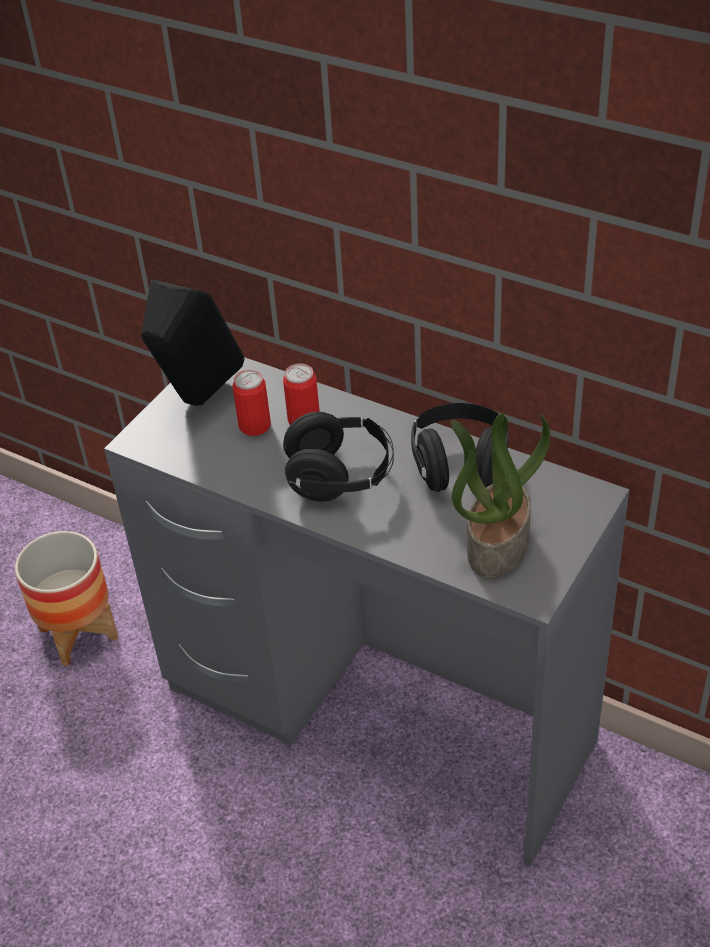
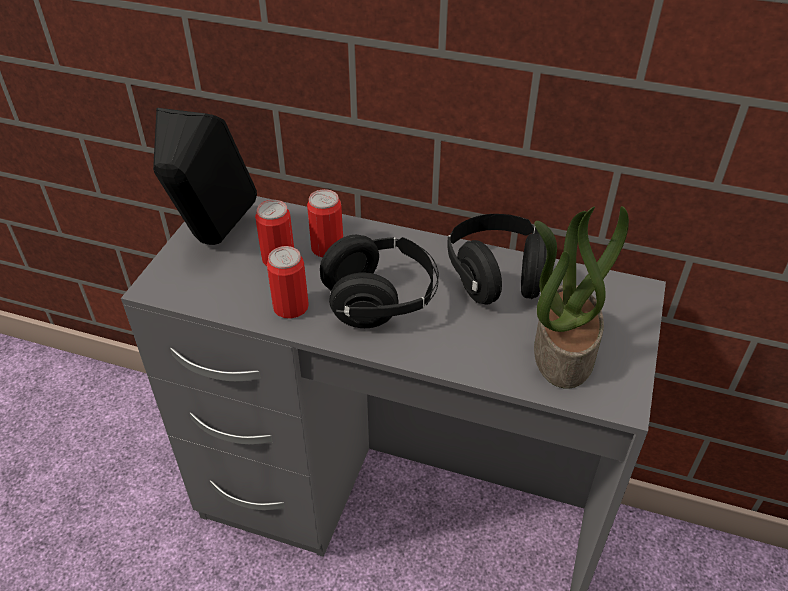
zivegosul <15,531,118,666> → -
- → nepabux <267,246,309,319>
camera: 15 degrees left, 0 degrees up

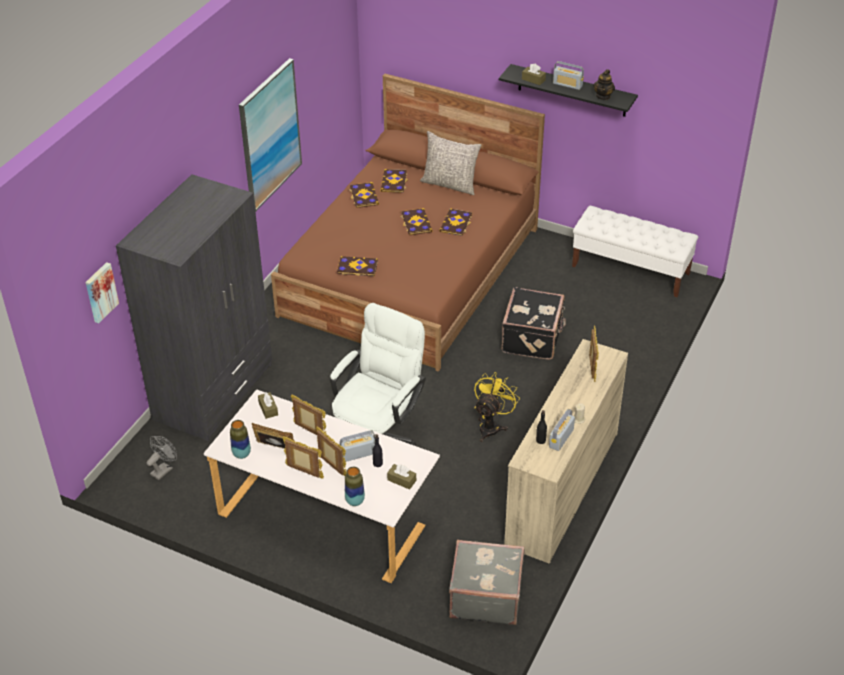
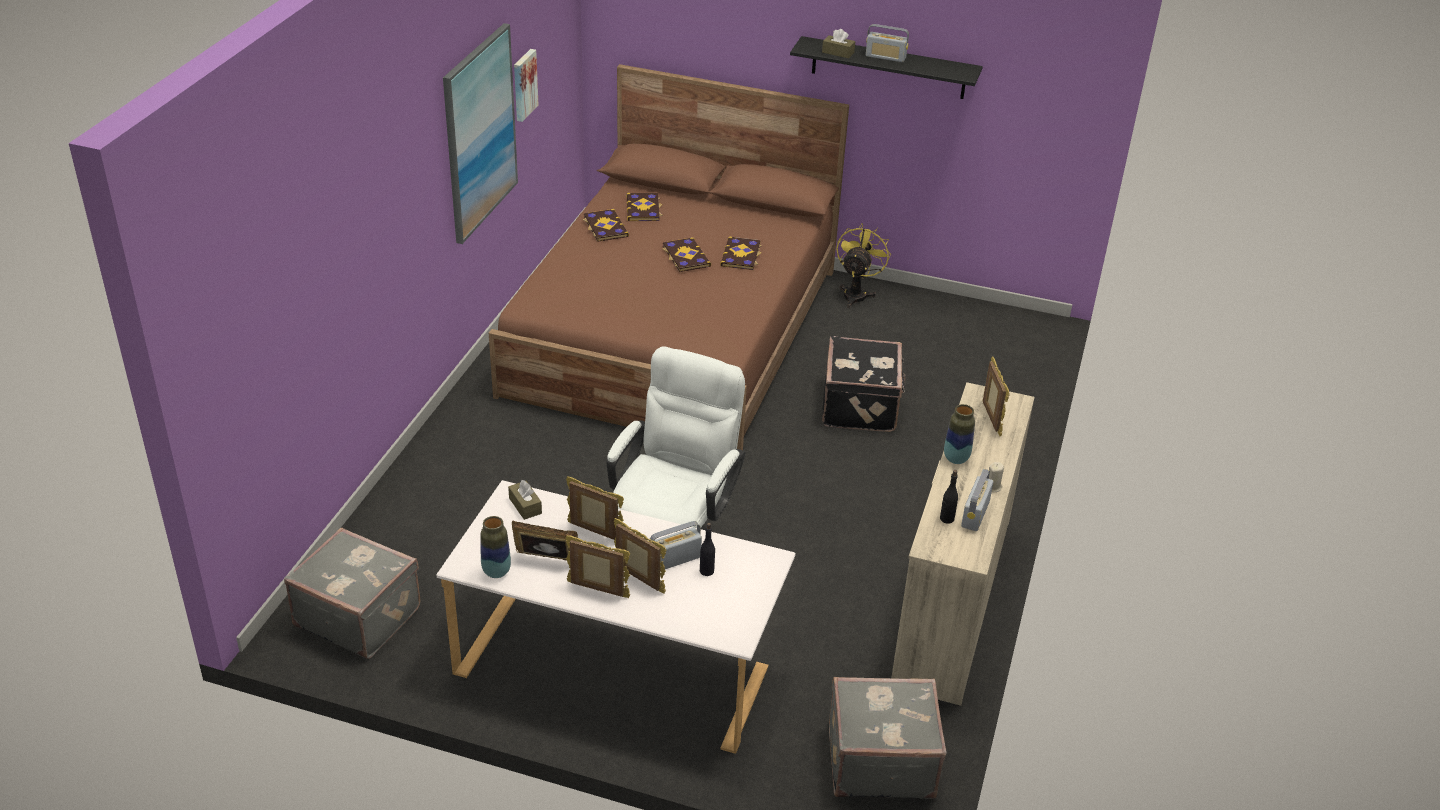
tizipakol <593,69,615,100> → -
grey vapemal <420,131,481,195> → -
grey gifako <116,174,272,441> → -
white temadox <572,206,698,297> → -
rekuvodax <337,256,378,276> → -
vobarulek <86,262,119,323> → vobarulek <514,49,538,122>, moved
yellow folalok <474,372,520,442> → yellow folalok <836,223,891,308>, moved
grey folalok <147,436,177,480> → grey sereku <284,528,420,659>
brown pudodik <387,464,416,490> → -
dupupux <345,467,365,506> → dupupux <944,404,975,464>, moved
camera: 10 degrees left, 5 degrees down

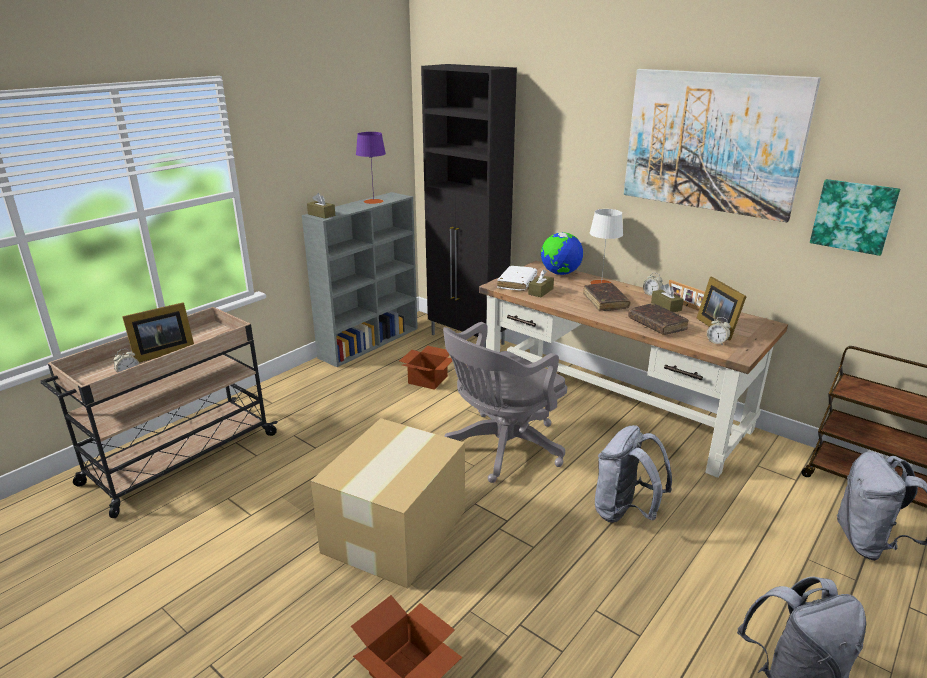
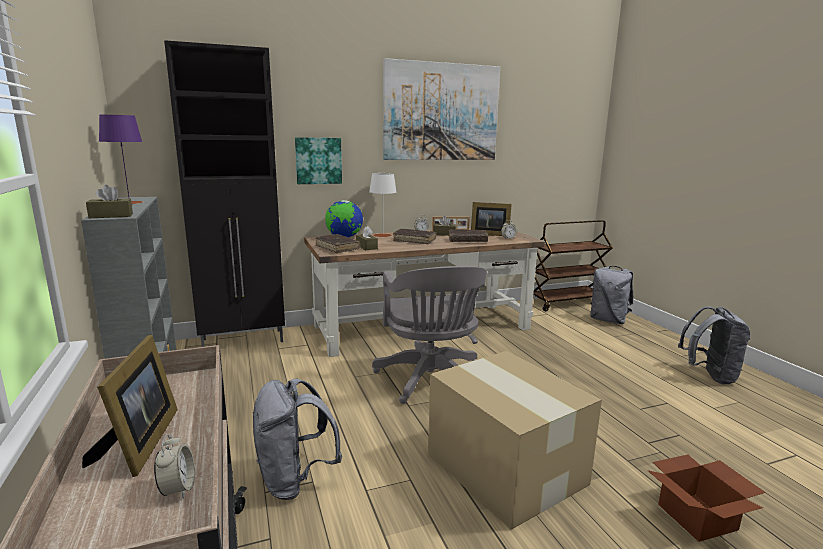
vobarulek <810,179,900,256> → vobarulek <295,137,342,184>, moved
white rekuvodax <497,266,537,291> → brown rekuvodax <316,234,360,253>
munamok <399,346,452,390> → -
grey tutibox <595,425,672,523> → grey tutibox <253,379,342,500>, moved
camera: 60 degrees left, 10 degrees down

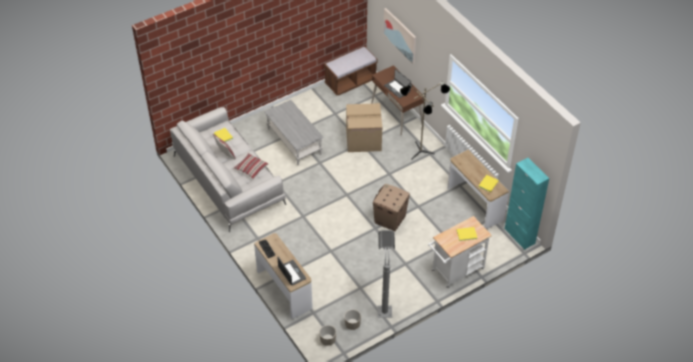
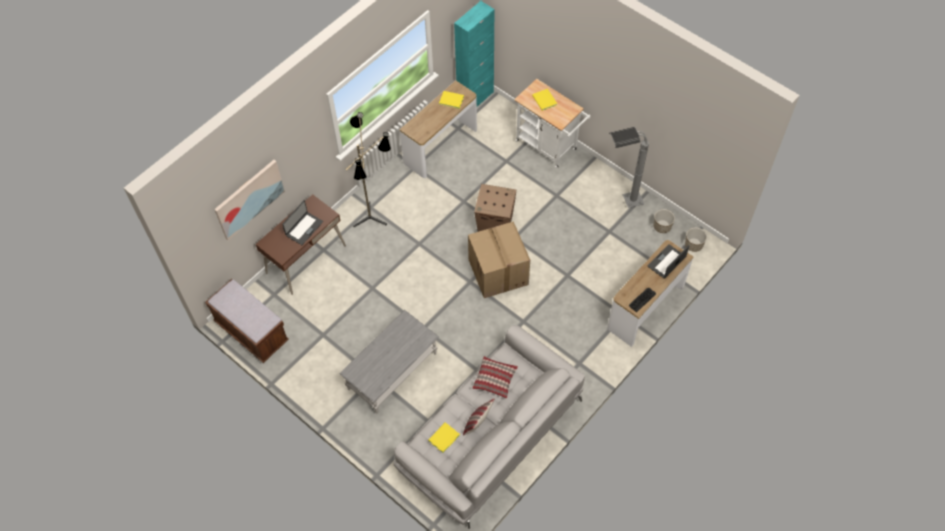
munamok <346,103,382,152> → munamok <468,221,530,298>, moved
camera: 105 degrees left, 10 degrees up

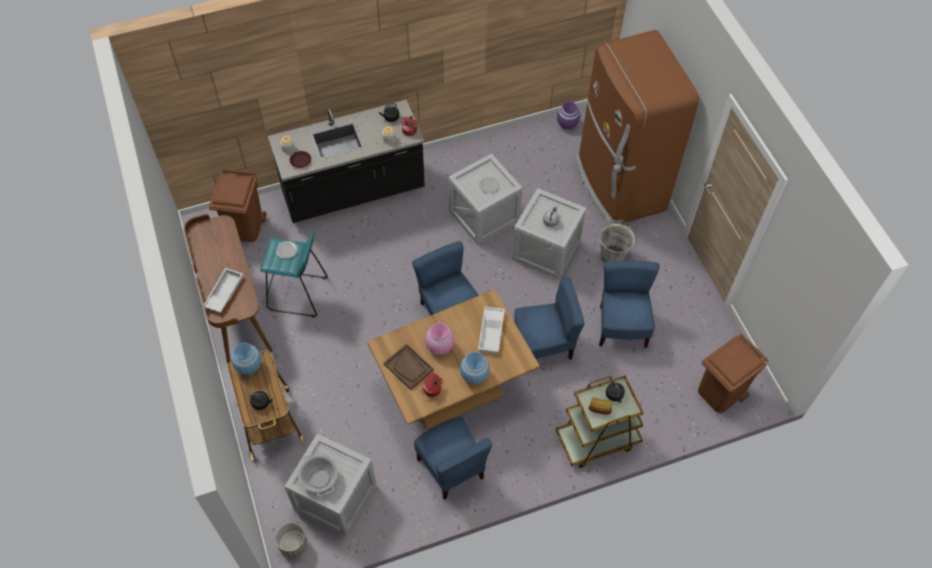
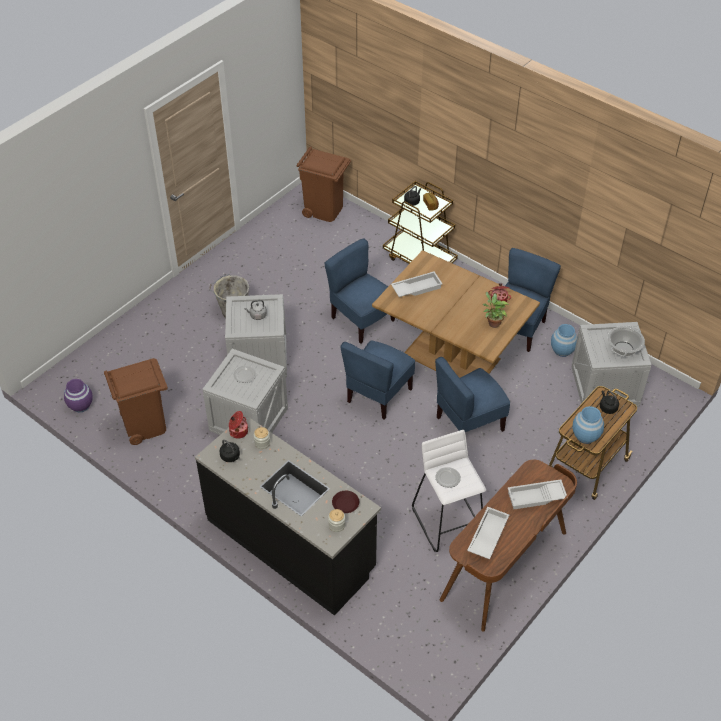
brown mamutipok <576,30,699,225> → -
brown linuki <209,168,266,242> → brown linuki <104,358,168,445>, moved
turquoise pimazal <260,230,328,318> → white pimazal <412,430,486,552>
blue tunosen <599,261,659,347> → blue tunosen <435,357,510,432>, moved
pink dupupux <425,323,454,355> → -
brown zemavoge <384,343,434,390> → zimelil <483,292,509,328>
blue dupupux <460,352,490,384> → blue dupupux <551,324,577,357>, moved
grey zivegosul <276,523,307,558> → -
- → white zemavoge <467,507,509,559>
camera: 120 degrees left, 10 degrees down

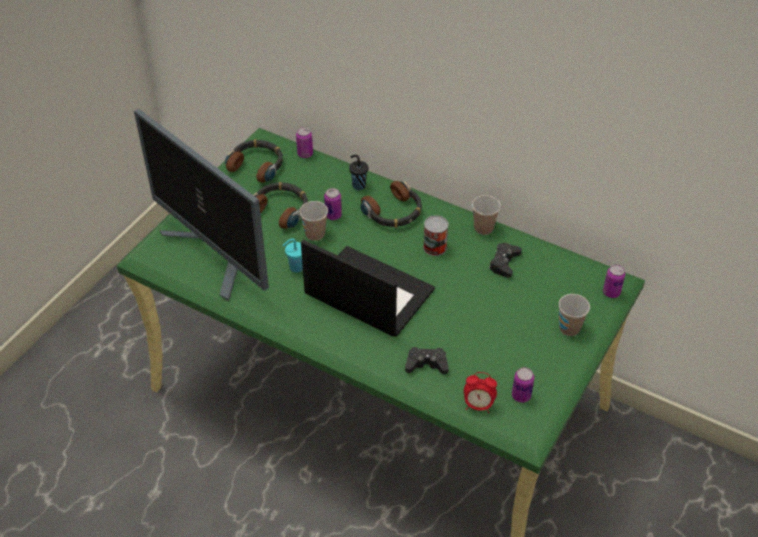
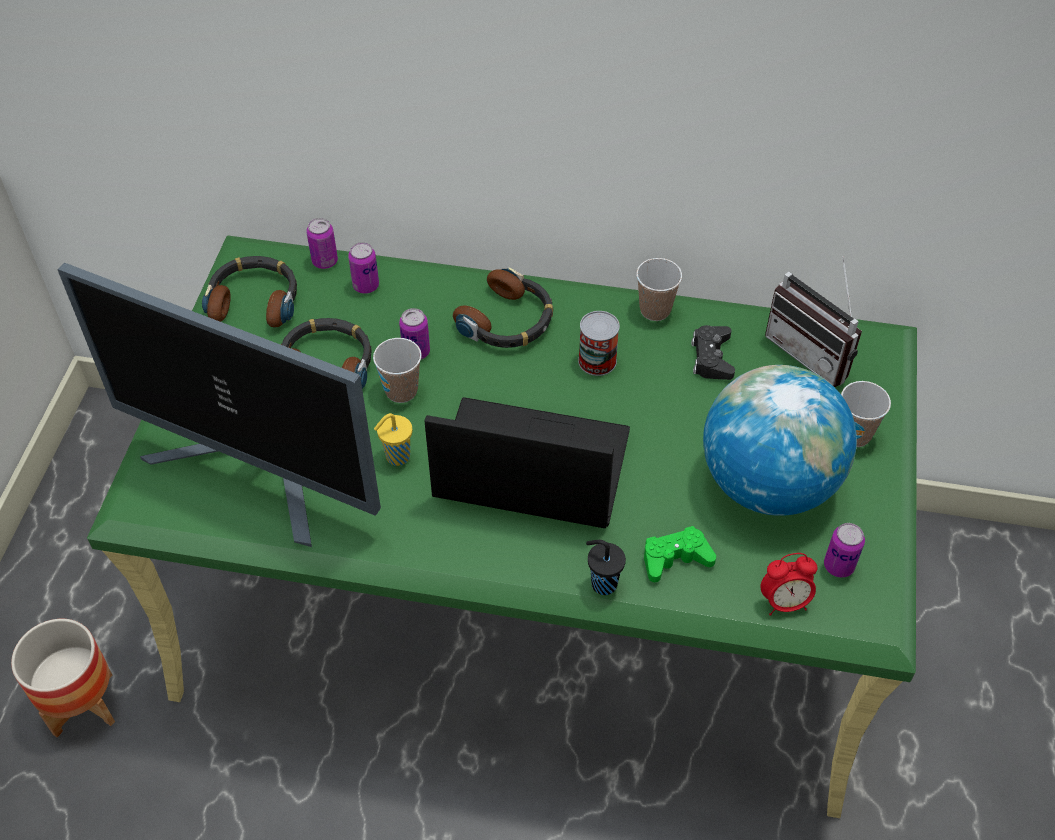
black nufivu <349,154,368,190> → black nufivu <586,540,626,595>, moved
turquoise nufivu <282,238,303,273> → yellow nufivu <374,413,412,466>
nepabux <603,264,625,298> → nepabux <348,242,379,294>, moved
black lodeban <405,347,449,374> → green lodeban <644,526,716,582>
- → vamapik <765,256,862,387>
- → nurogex <703,365,857,516>
- → zivegosul <11,619,115,737>
camera: 20 degrees left, 5 degrees up

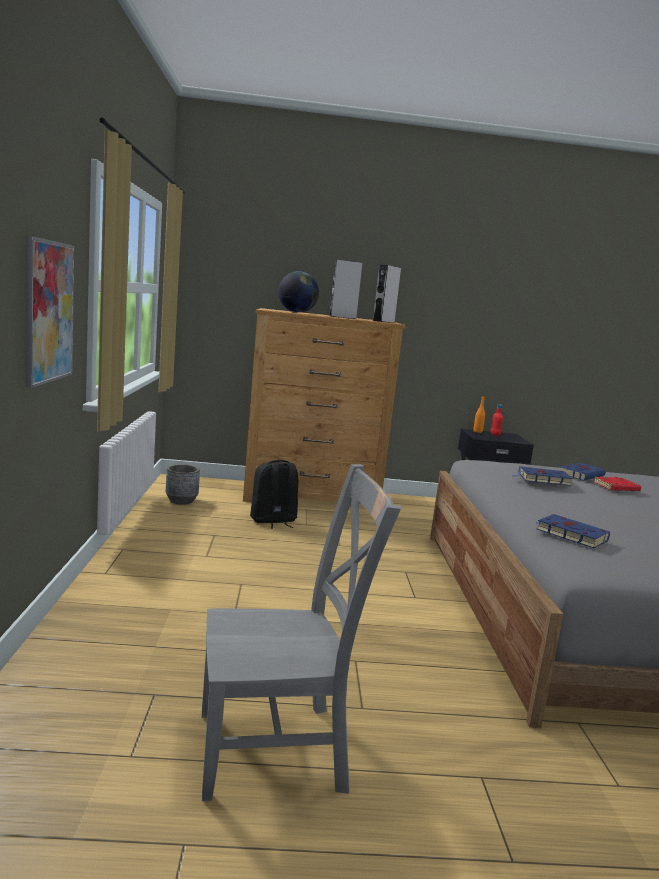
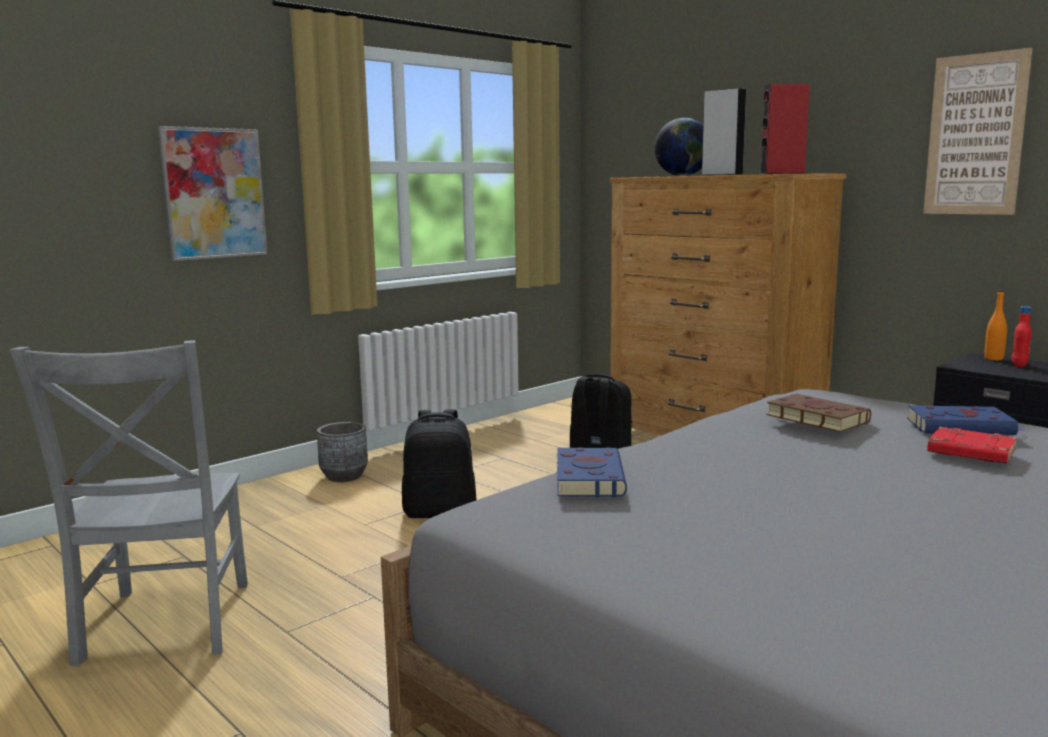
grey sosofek <373,265,401,323> → red sosofek <761,84,810,174>
grey zivegosul <166,464,200,505> → grey zivegosul <317,422,368,482>, moved
grey tunosen <202,464,401,801> → grey tunosen <10,340,248,666>, 45 degrees clockwise
blue rekuvodax <513,466,573,486> → brown rekuvodax <766,394,871,432>
- → vobarulek <923,48,1032,215>
- → black tutibox <402,409,477,518>
camera: 50 degrees right, 0 degrees up

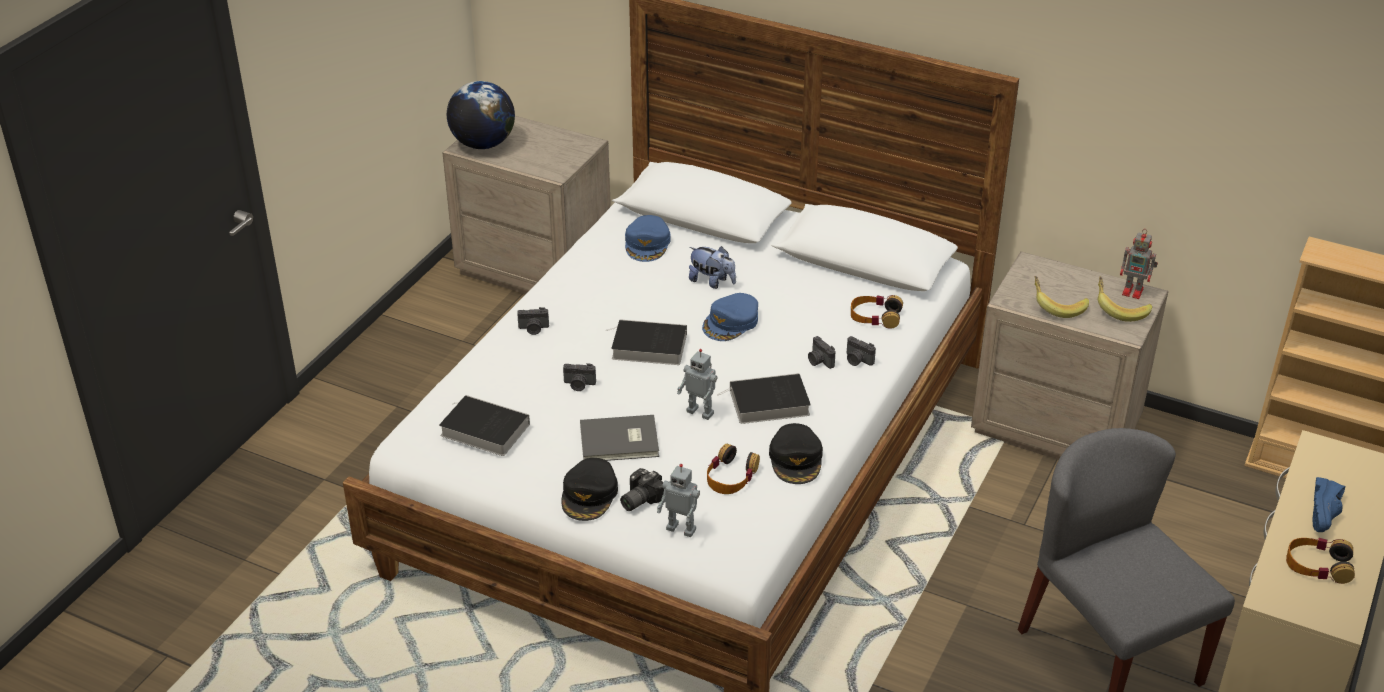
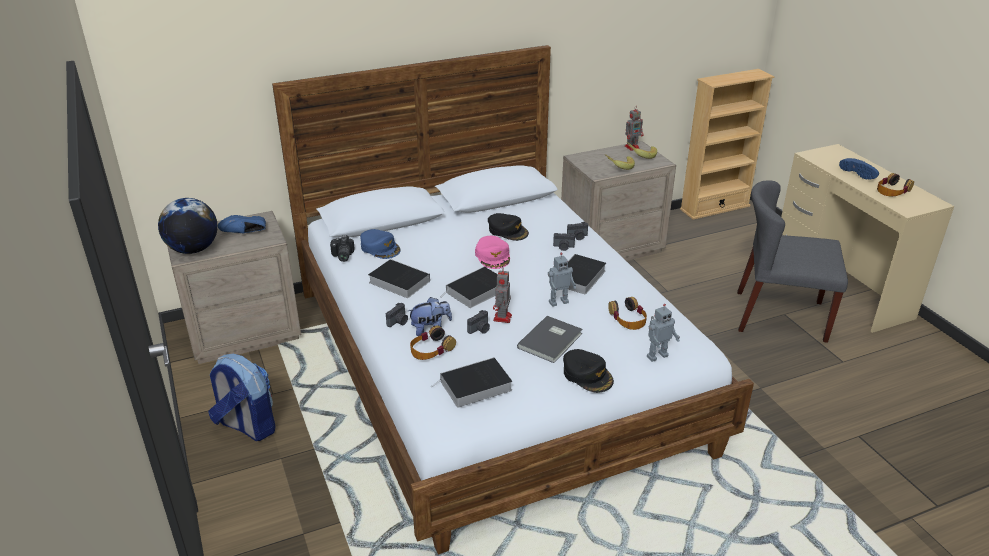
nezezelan <689,246,736,289> → nezezelan <408,297,452,336>, moved
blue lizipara <702,293,758,341> → pink lizipara <475,236,510,269>
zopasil <851,295,903,329> → zopasil <410,326,456,360>, moved
black lizipara <769,423,823,484> → black lizipara <488,213,529,241>, moved
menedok <620,468,664,511> → menedok <330,235,355,262>, moved
- → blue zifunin <218,215,266,234>
- → rekuvodax <368,259,430,298>
- → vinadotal <493,268,512,323>
- → tutibox <208,354,276,441>
camera: 50 degrees left, 5 degrees down

